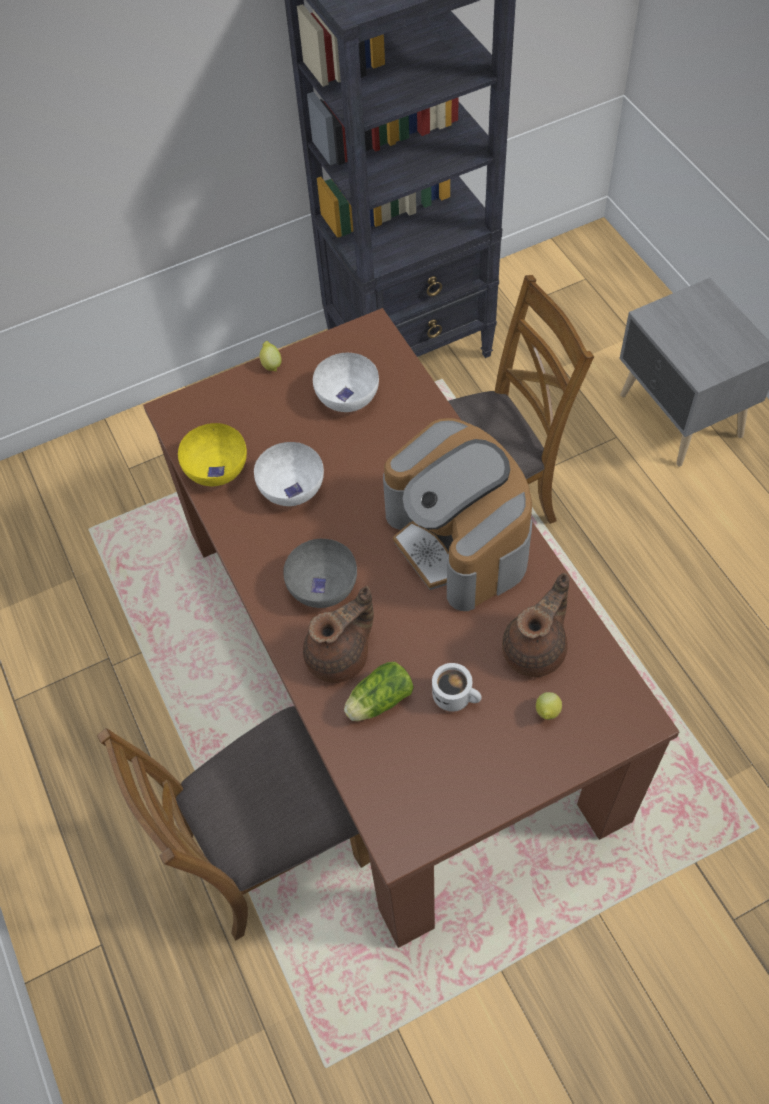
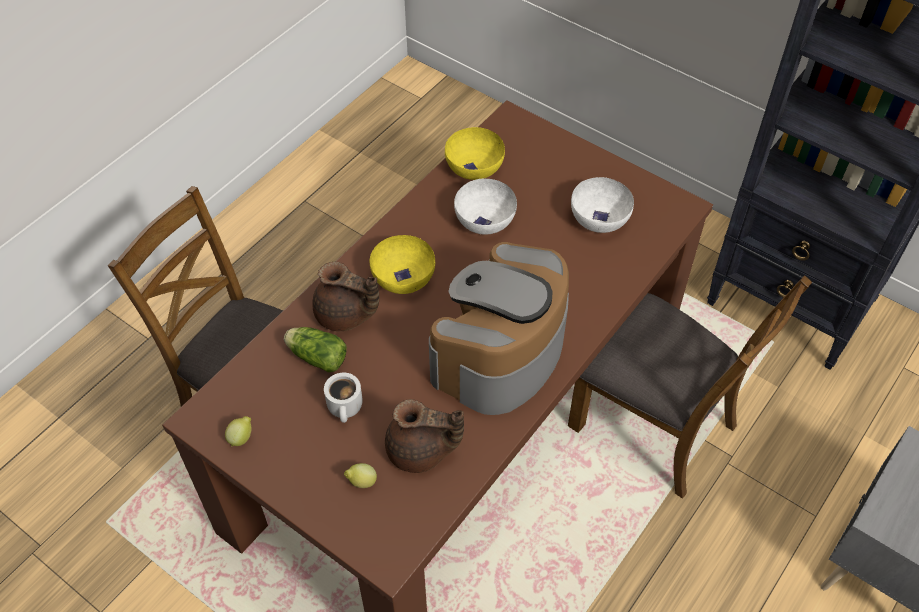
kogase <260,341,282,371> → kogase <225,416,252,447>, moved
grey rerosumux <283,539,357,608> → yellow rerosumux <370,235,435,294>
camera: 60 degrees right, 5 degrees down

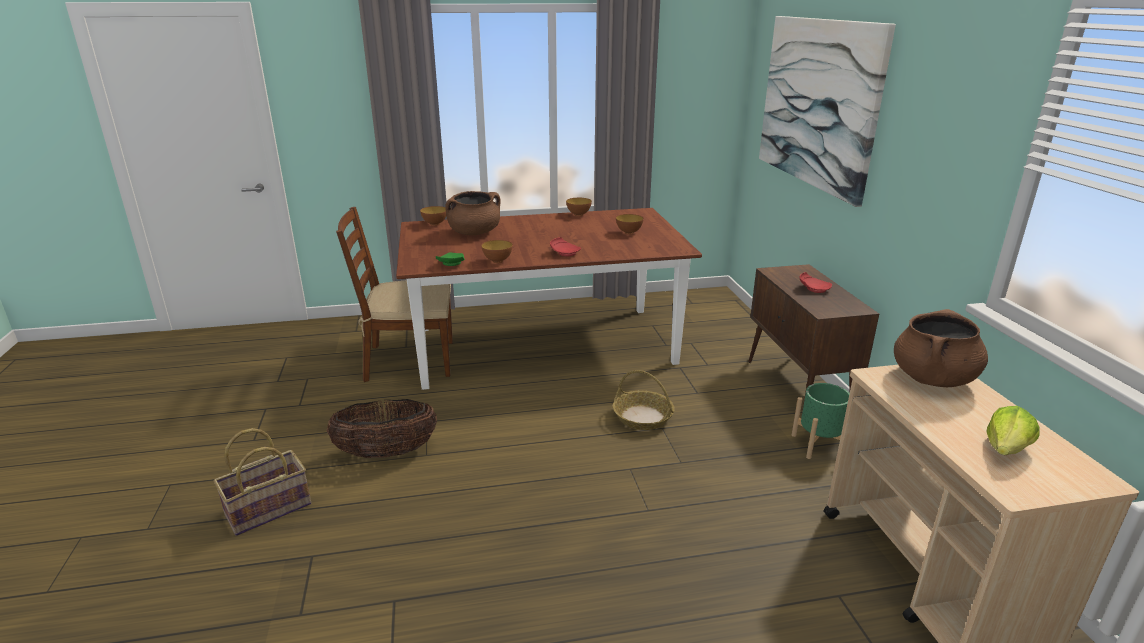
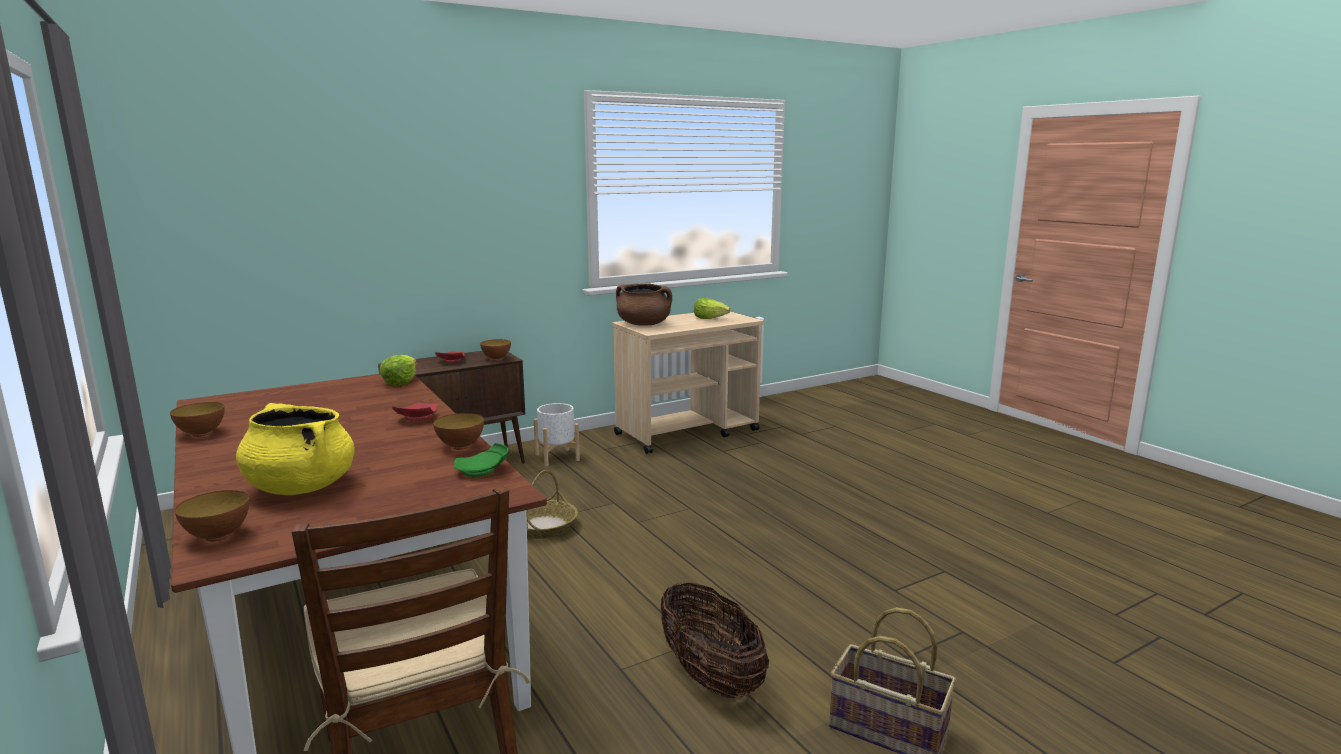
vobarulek <759,16,896,207> → -
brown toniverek <445,191,501,235> → yellow toniverek <236,403,355,495>
rerosumux <616,214,644,235> → rerosumux <480,339,511,360>, moved
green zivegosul <792,383,850,459> → white zivegosul <534,403,580,466>
- → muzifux <379,355,417,386>
camera: 110 degrees left, 10 degrees down

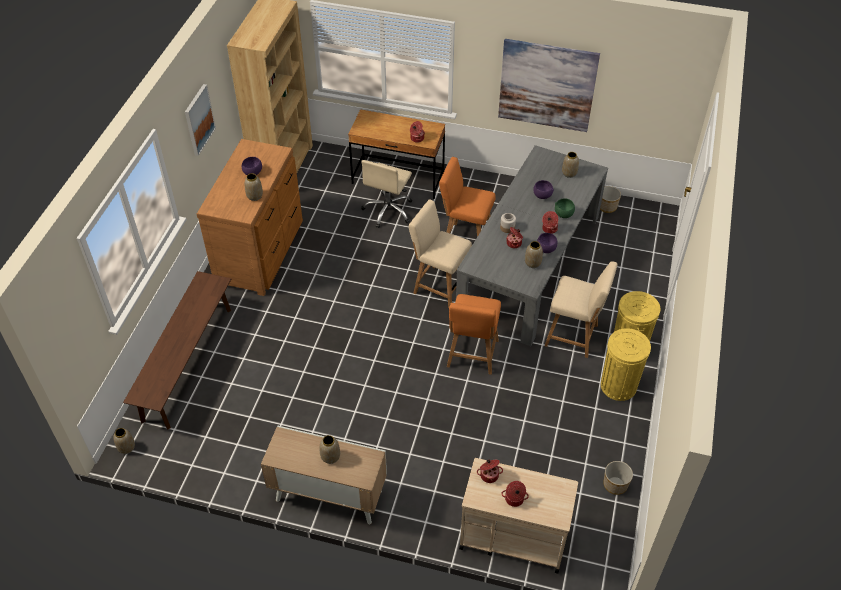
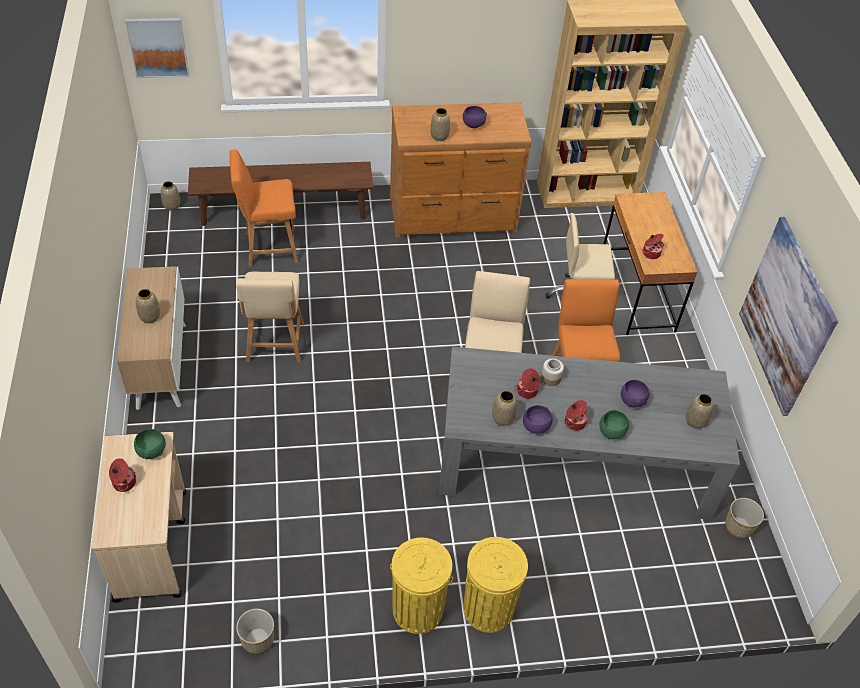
vobarulek <185,84,216,156> → vobarulek <125,18,189,78>, moved
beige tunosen <544,261,618,358> → beige tunosen <236,272,304,363>, moved
orange tunosen <447,294,501,375> → orange tunosen <230,150,298,267>, moved
toniverek <477,460,503,483> → green rerosumux <134,429,166,459>
camera: 65 degrees right, 0 degrees up

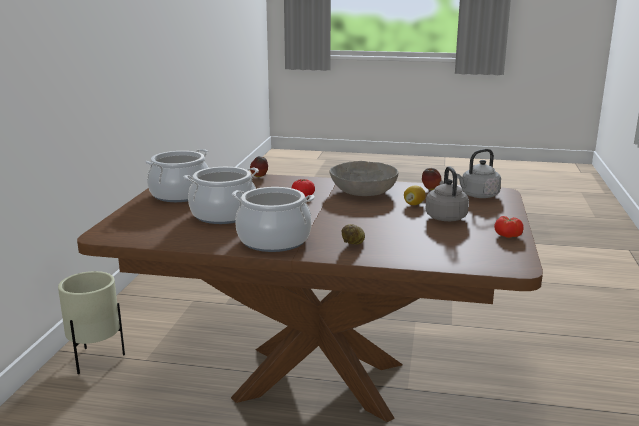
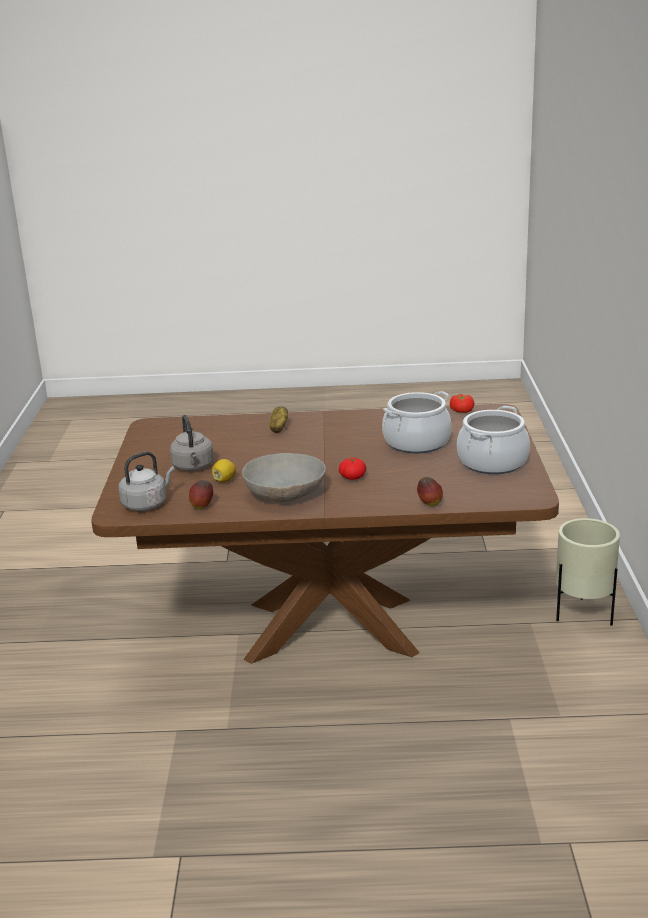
toniverek <232,187,315,252> → -
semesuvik <494,216,524,238> → semesuvik <450,394,474,413>, moved
camera: 170 degrees right, 5 degrees up

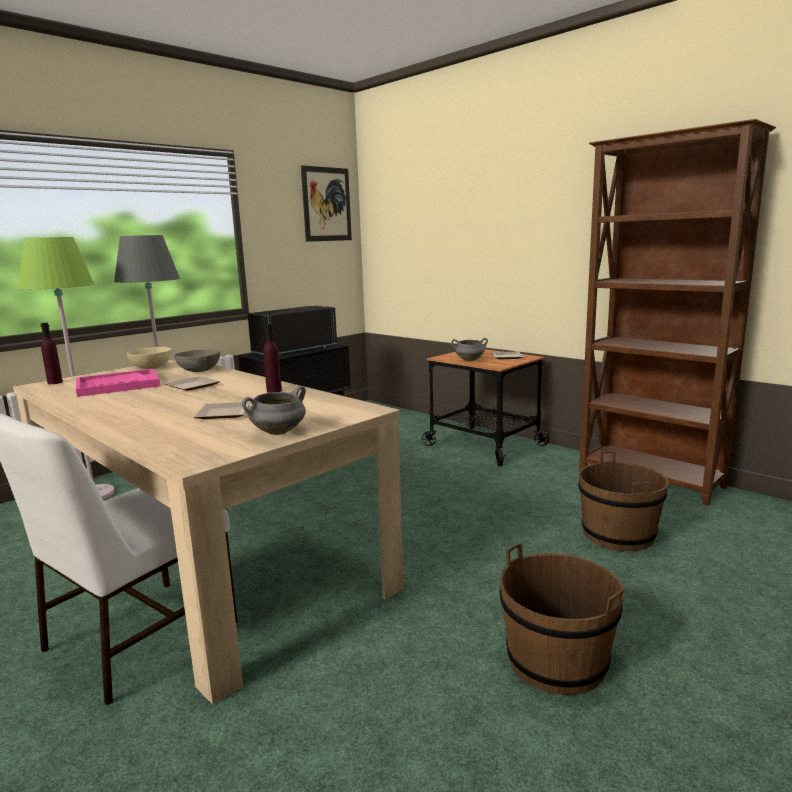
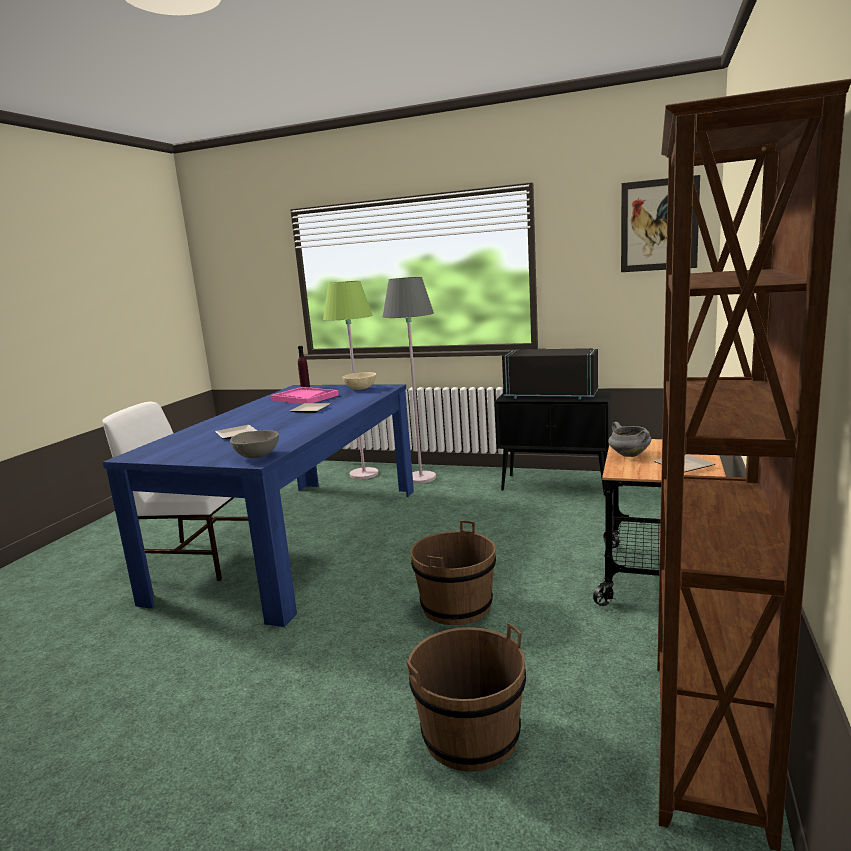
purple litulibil <263,324,282,393> → -
grey rerosumux <174,350,220,372> → grey rerosumux <230,430,279,458>, moved
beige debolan <13,359,404,705> → blue debolan <103,384,414,627>
grey toniverek <242,386,306,435> → -
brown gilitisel <499,543,624,695> → brown gilitisel <410,520,496,625>, moved
camera: 65 degrees right, 0 degrees up

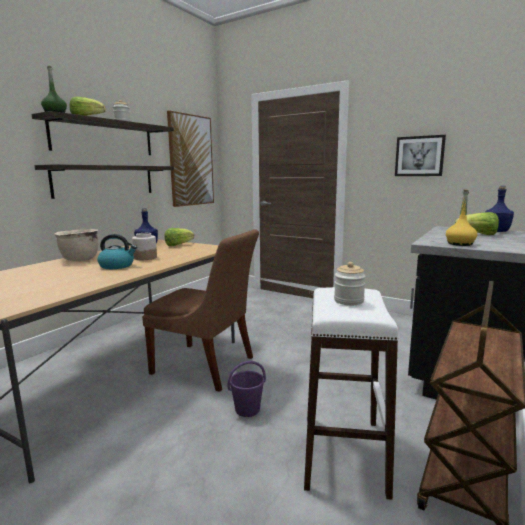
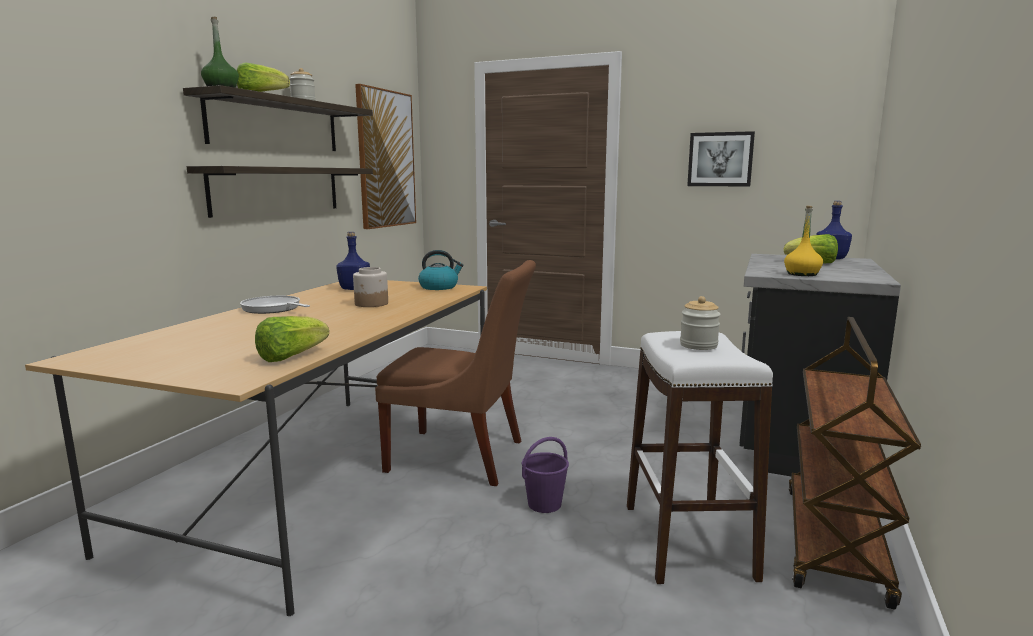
muzifux <164,228,194,246> → muzifux <255,316,329,362>, moved
beige toniverek <54,229,98,261> → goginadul <240,296,310,314>
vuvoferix <97,234,137,269> → vuvoferix <418,250,464,290>, moved
camera: 10 degrees left, 0 degrees up

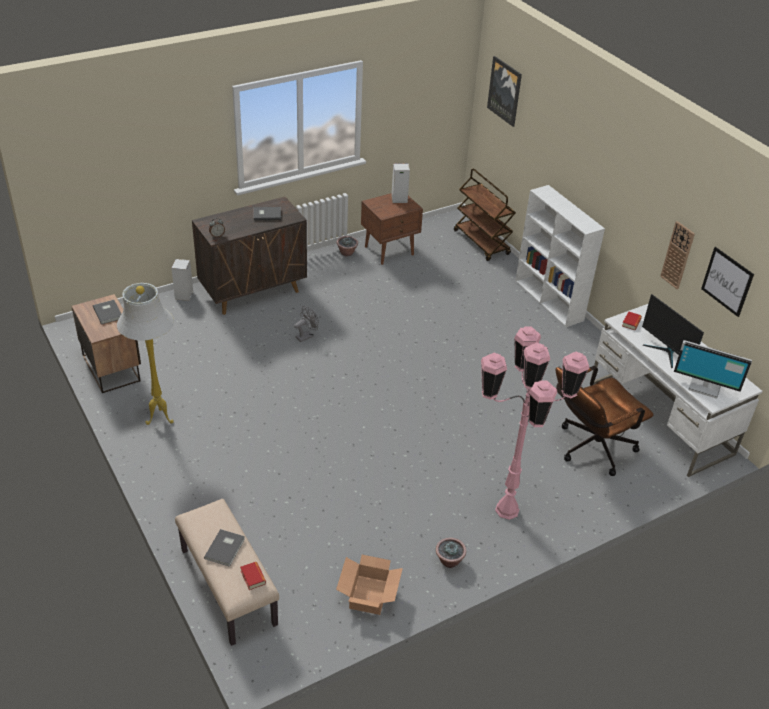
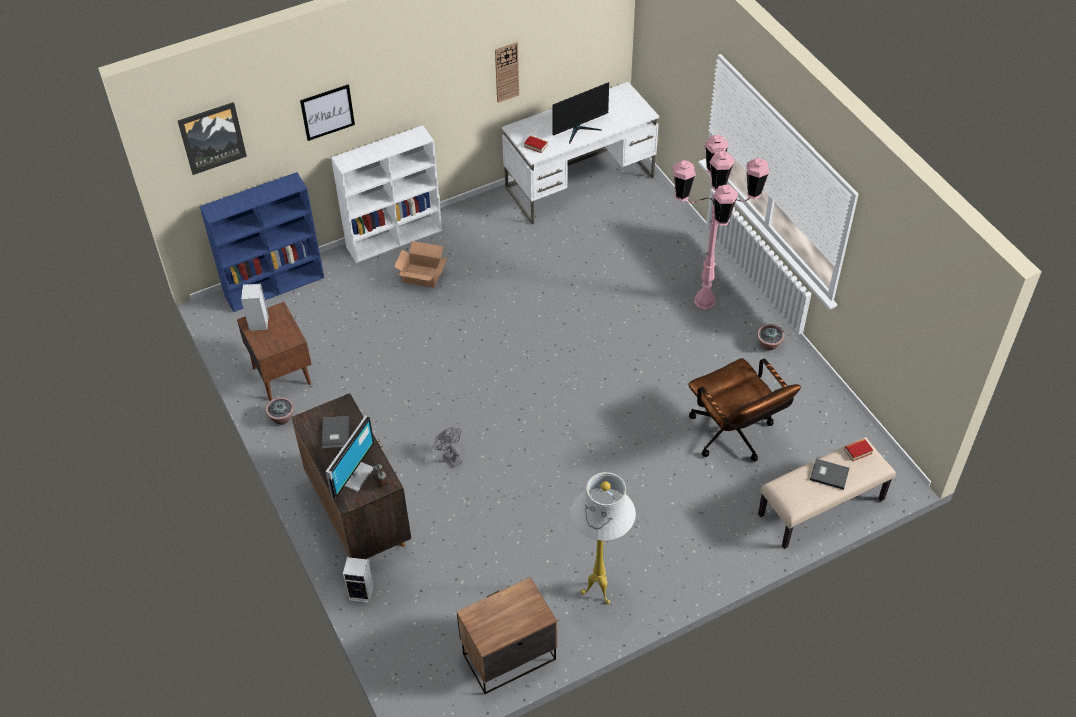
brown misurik <454,168,516,261> → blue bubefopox <200,172,324,312>
vobarulek <701,247,754,317> → vobarulek <300,84,355,141>, moved
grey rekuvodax <93,300,121,324> → -
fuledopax <674,340,752,399> → fuledopax <325,415,374,498>, moved
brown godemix <556,366,653,476> → brown godemix <688,358,801,461>, moved
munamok <336,555,403,615> → munamok <394,241,447,288>, moved
camera: 85 degrees left, 10 degrees up

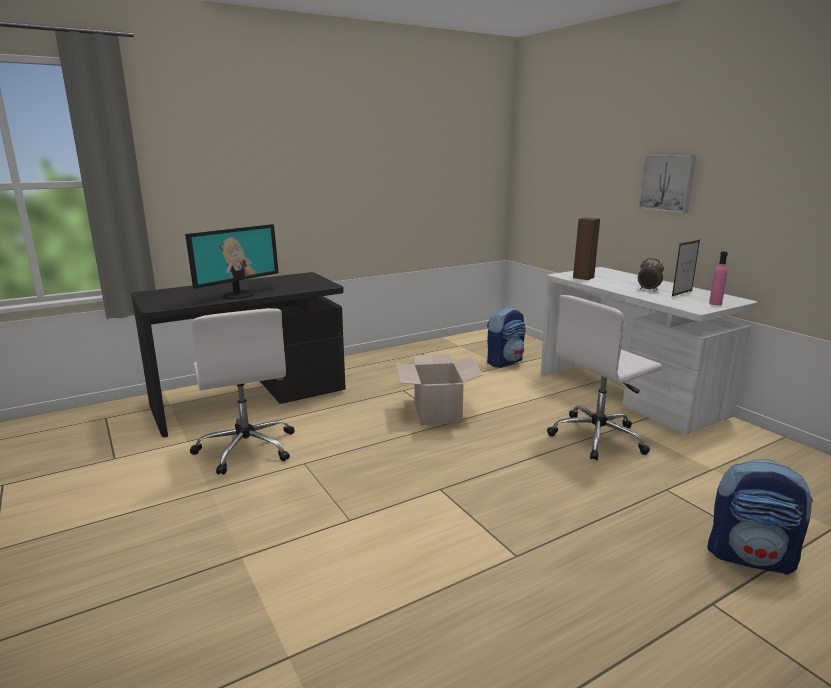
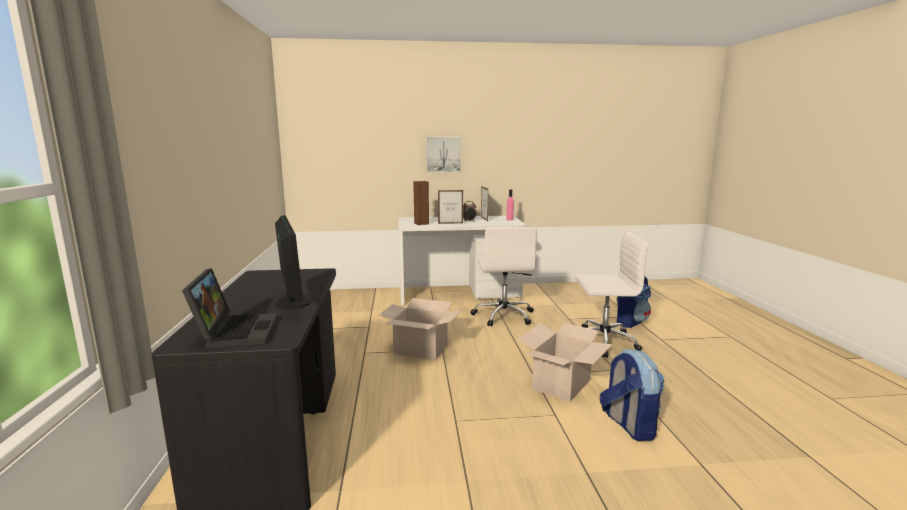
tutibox <487,307,526,368> → tutibox <600,349,664,441>, moved
white godemix <190,308,295,475> → white godemix <575,232,649,358>, moved
- → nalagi <438,190,463,224>
- → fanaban <182,268,278,348>
- → munamok <517,323,612,402>
camera: 65 degrees left, 5 degrees down

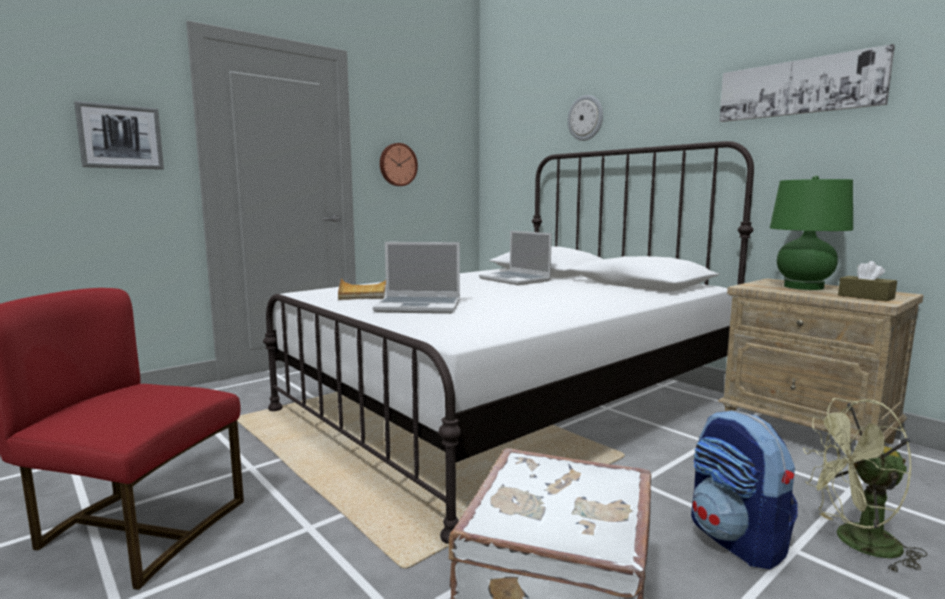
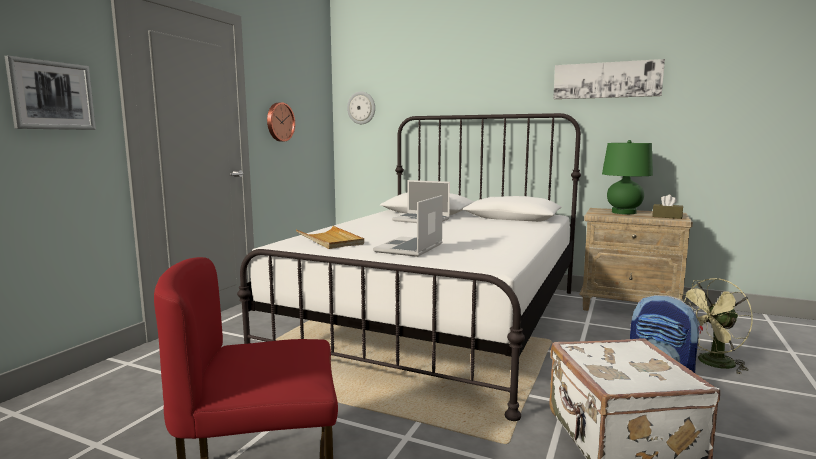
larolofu <568,95,603,141> → larolofu <347,91,375,124>, moved
fanaban <373,242,460,314> → fanaban <373,195,443,257>, 135 degrees clockwise
camera: 25 degrees left, 0 degrees up

